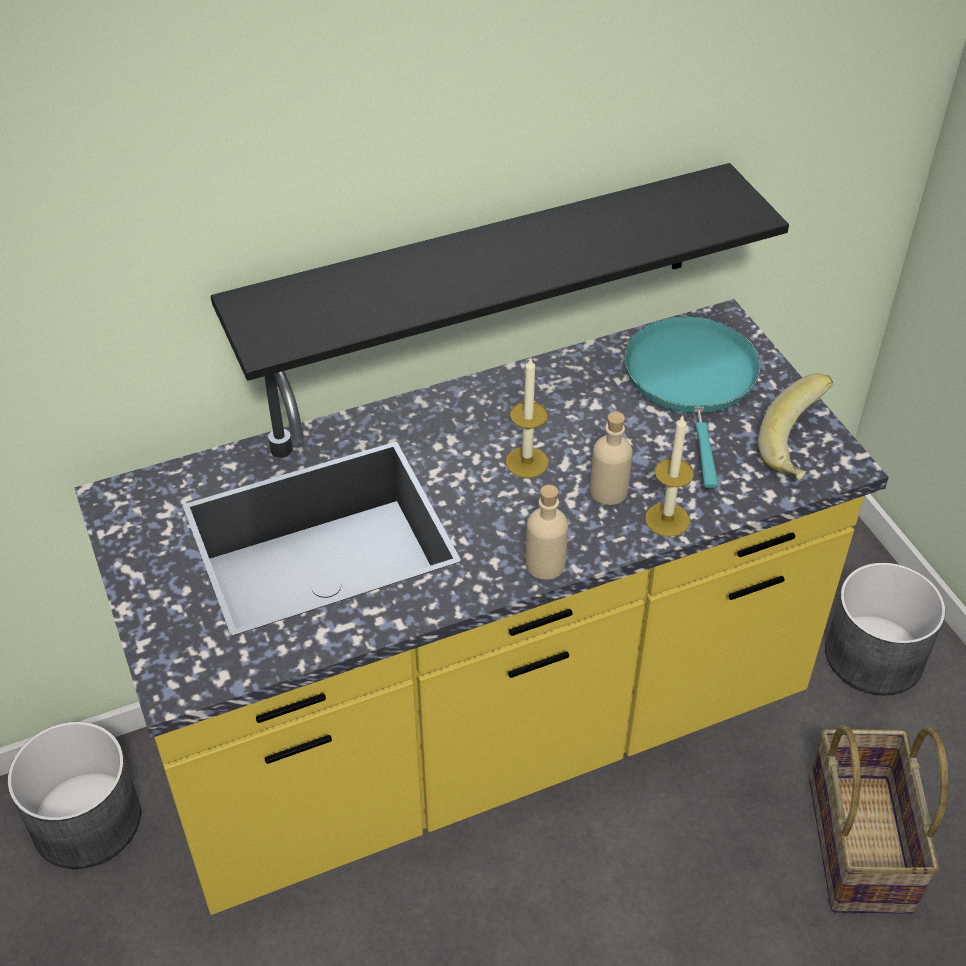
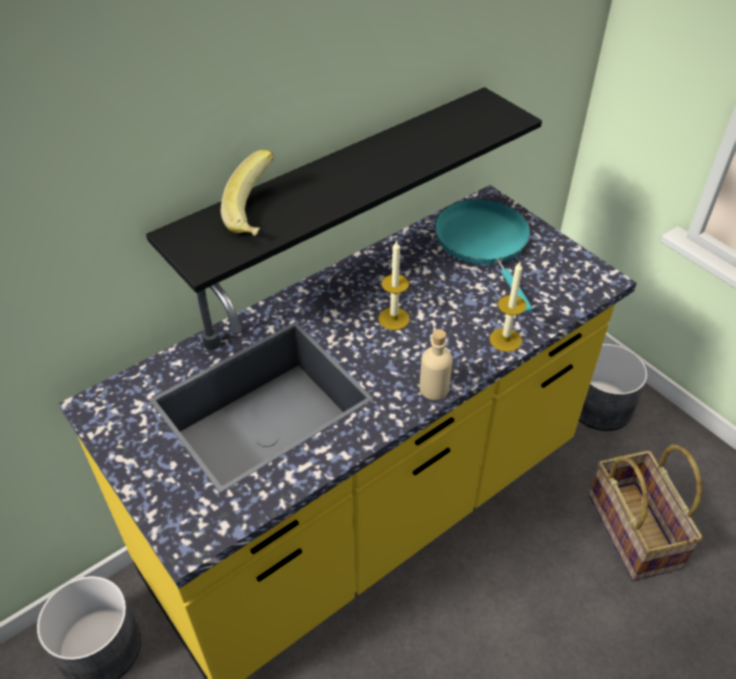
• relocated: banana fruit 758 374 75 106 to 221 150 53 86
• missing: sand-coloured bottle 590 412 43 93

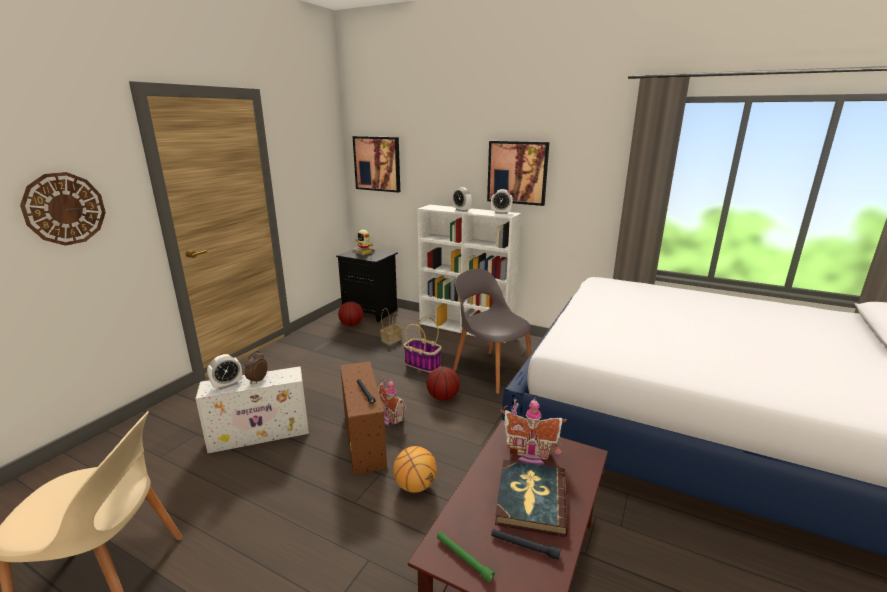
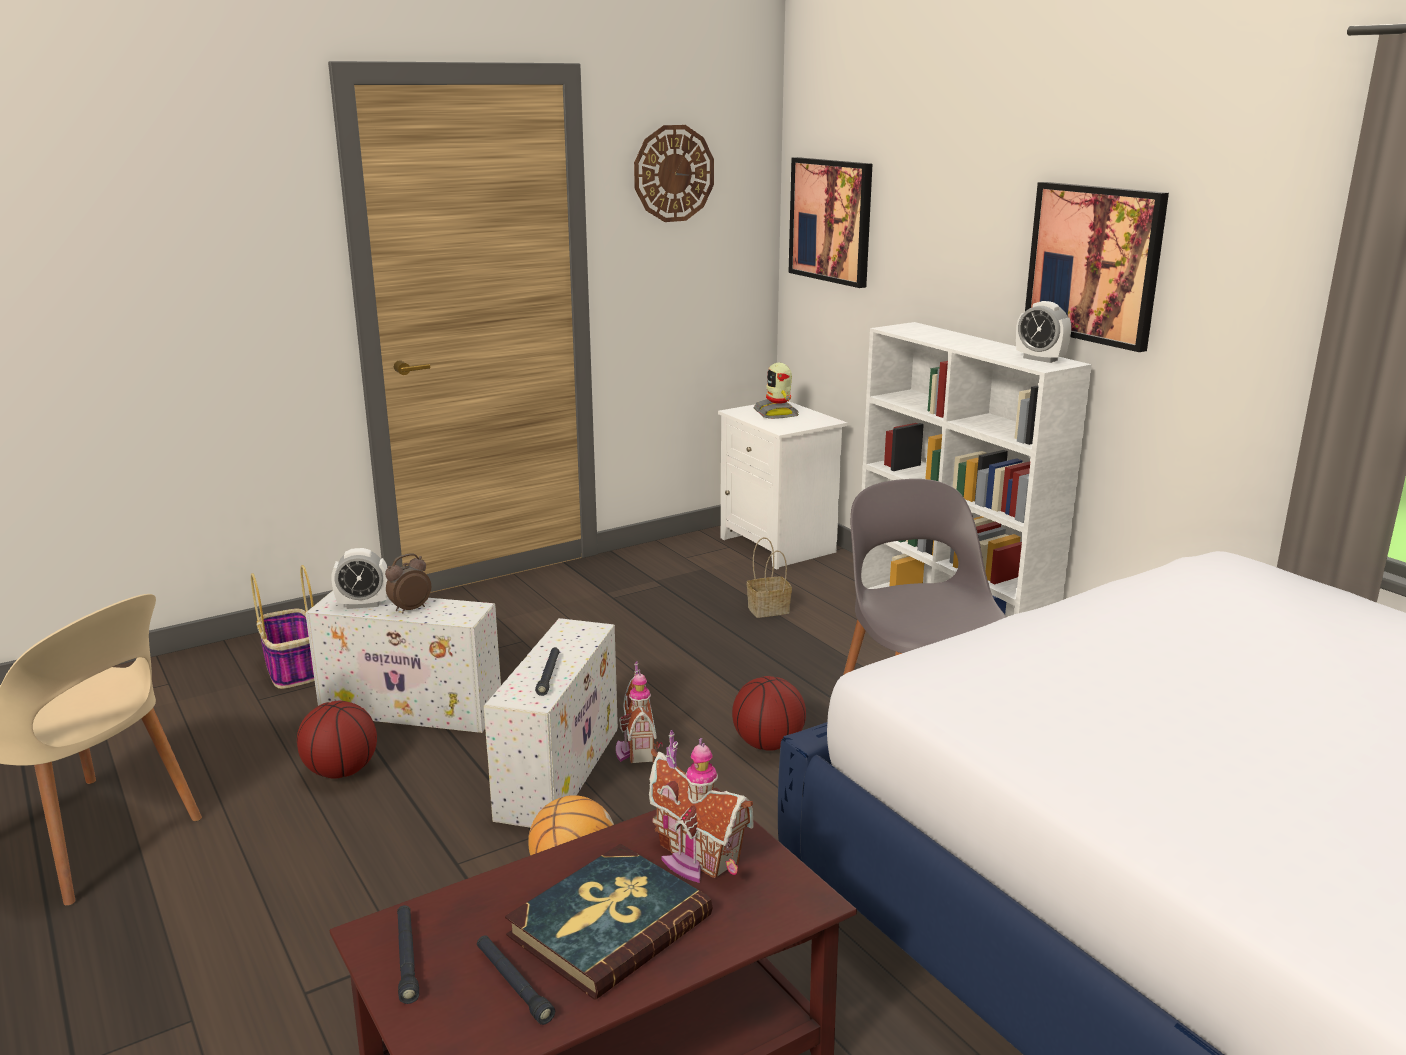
• relocated: basket 404 317 38 56 to 251 565 64 124
• relocated: basketball 338 302 25 24 to 297 701 80 78
• colour: green-coloured torch 437 532 58 51 to black torch 397 905 22 99
• colour: brown-coloured storage box 340 361 47 114 to white storage box 484 618 134 210
• relocated: hanging clock 20 172 86 74 to 634 125 80 97
• colour: black bedside table 336 248 62 74 to white bedside table 718 401 129 169
• missing: bedside clock 453 187 19 25

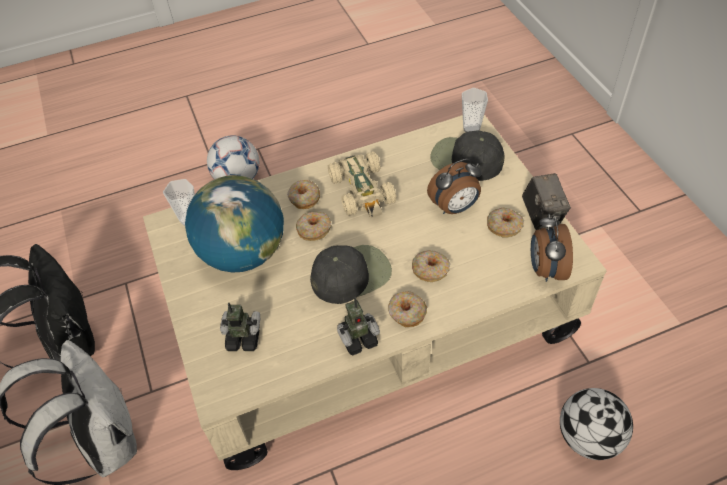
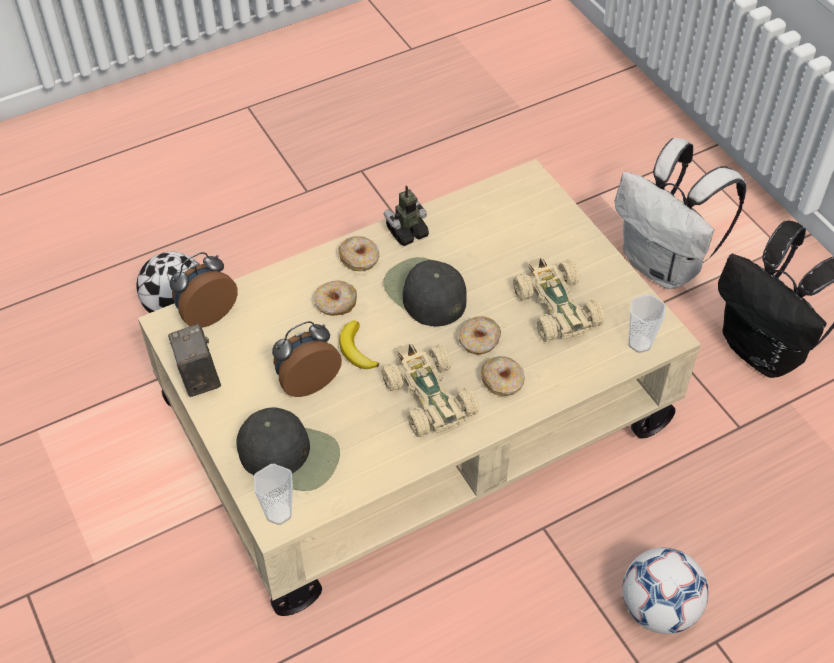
• spun: bedside clock 531 214 42 68 = 170 252 68 76 120 degrees counterclockwise
• appeared: banana fruit 339 320 40 49
• spun: black cap 310 245 82 59 = 383 257 84 69 90 degrees clockwise
• exchanged: desk globe 185 175 99 97 to sand-coloured model car 513 258 92 84
• missing: model robot 220 303 40 48
• missing: donut 487 207 37 31

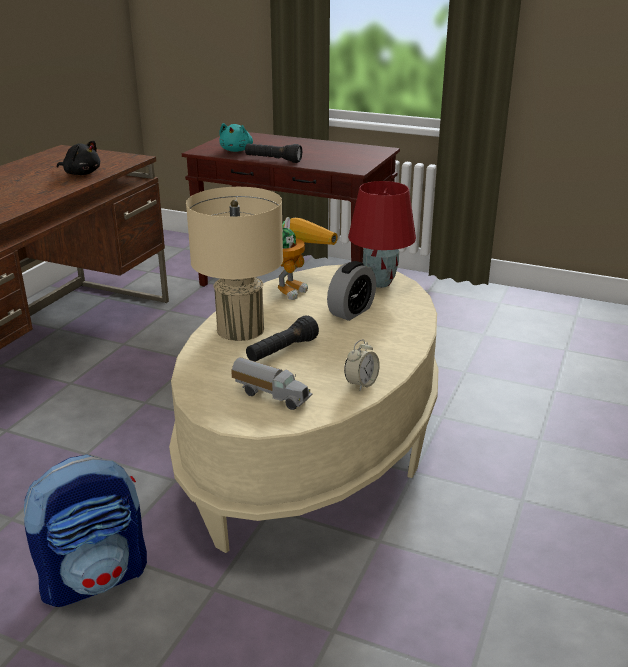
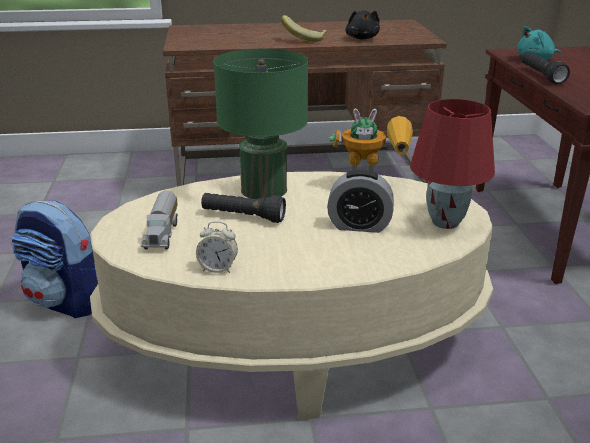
• colour: sand-coloured tabletop lamp 186 187 97 154 to green-coloured tabletop lamp 213 49 95 150
• appeared: banana fruit 281 15 46 27

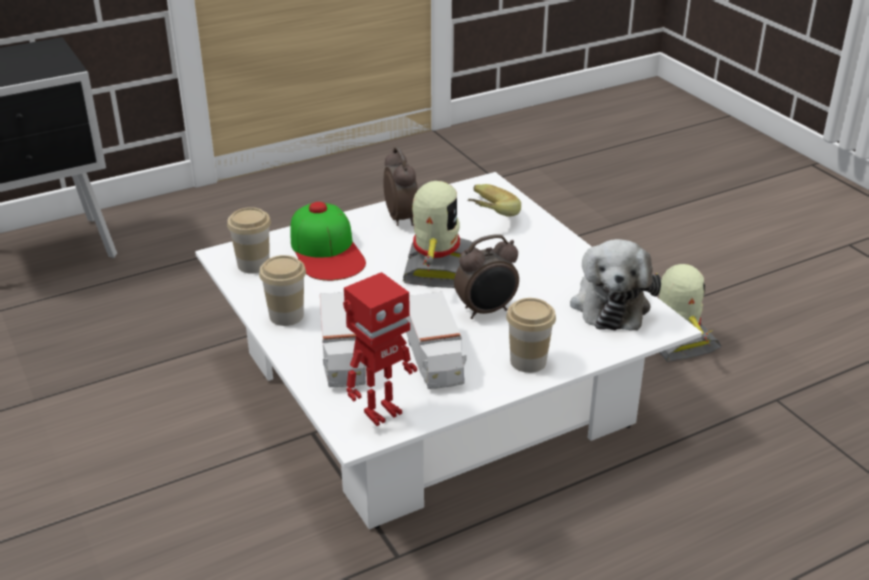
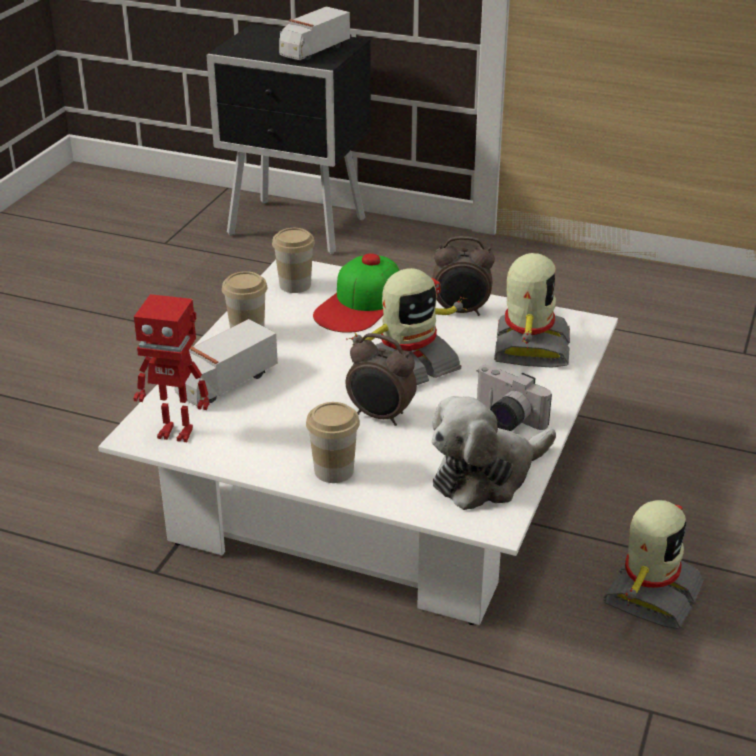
• relocated: toy truck 405 292 62 97 to 279 6 71 54
• spun: bedside clock 383 147 35 79 = 432 236 63 80 60 degrees clockwise
• appeared: still camera 477 365 75 66
• exchanged: banana fruit 467 184 54 33 to model robot 494 253 76 115

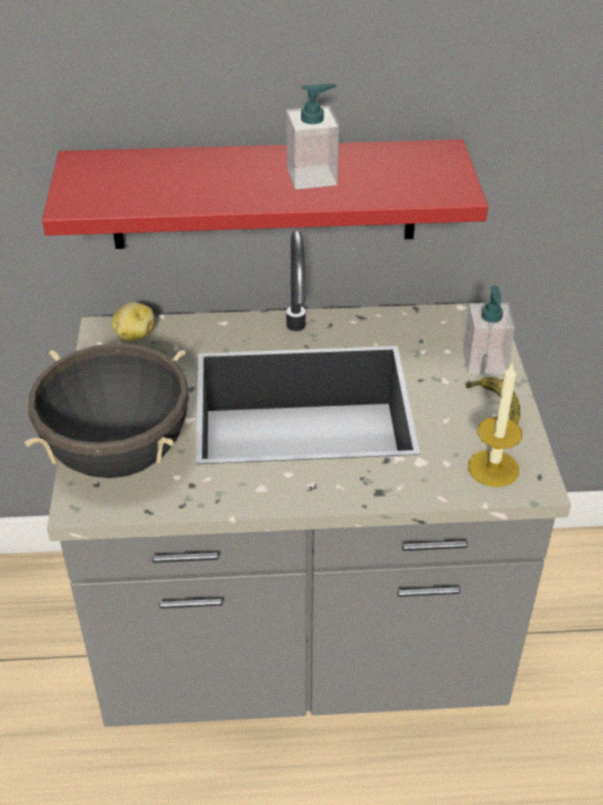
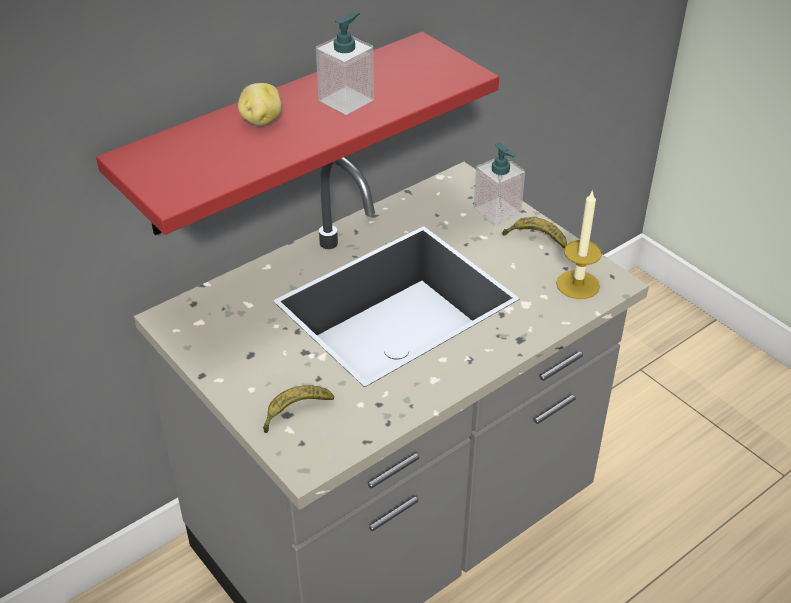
• relocated: spud 111 302 43 39 to 238 83 44 43
• exchanged: black cooking pot 24 343 165 135 to banana fruit 263 385 71 48

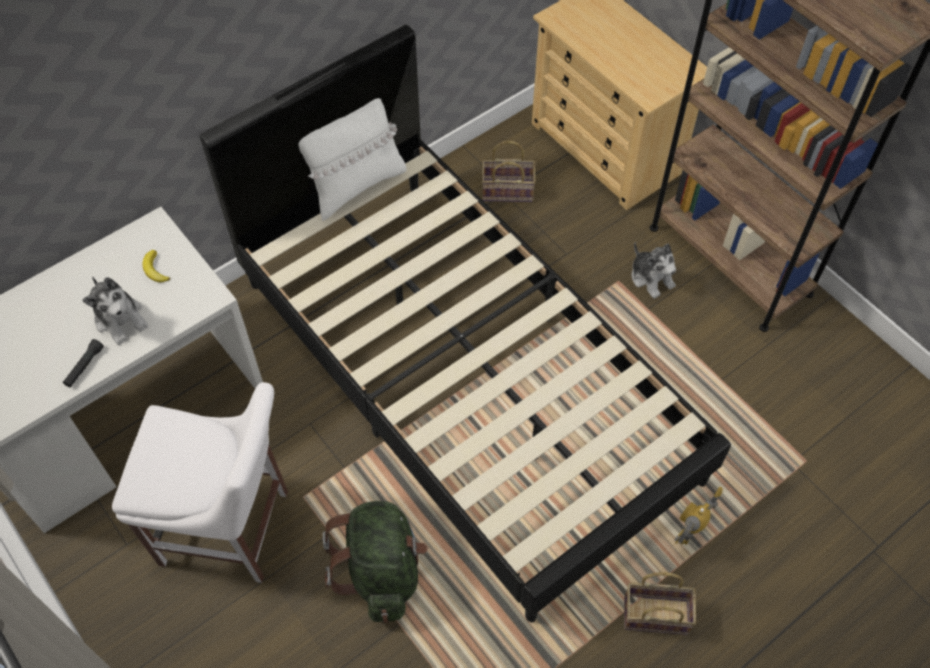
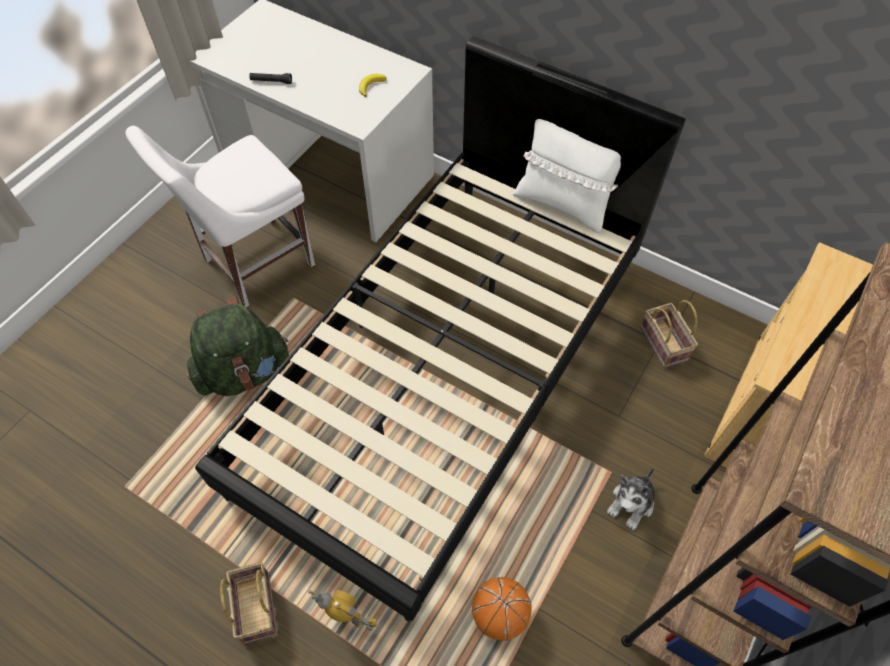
• spun: white chair 112 382 176 201 = 125 126 190 181 60 degrees clockwise
• appeared: basketball 472 577 60 64
• missing: plush toy 82 276 66 69

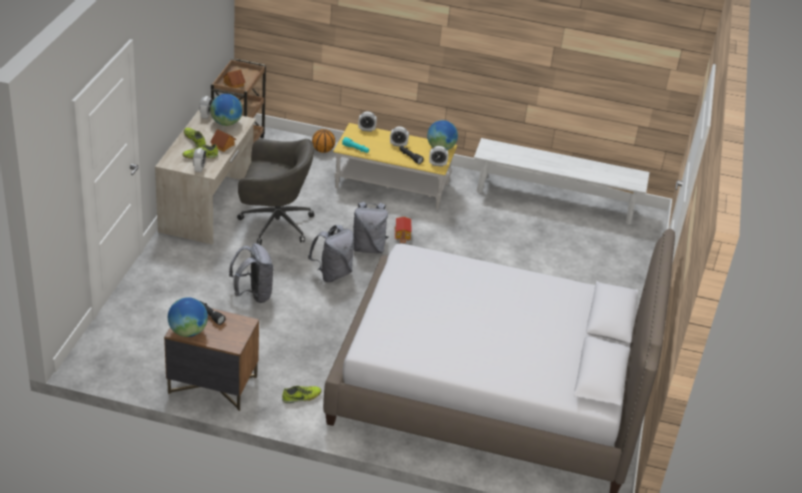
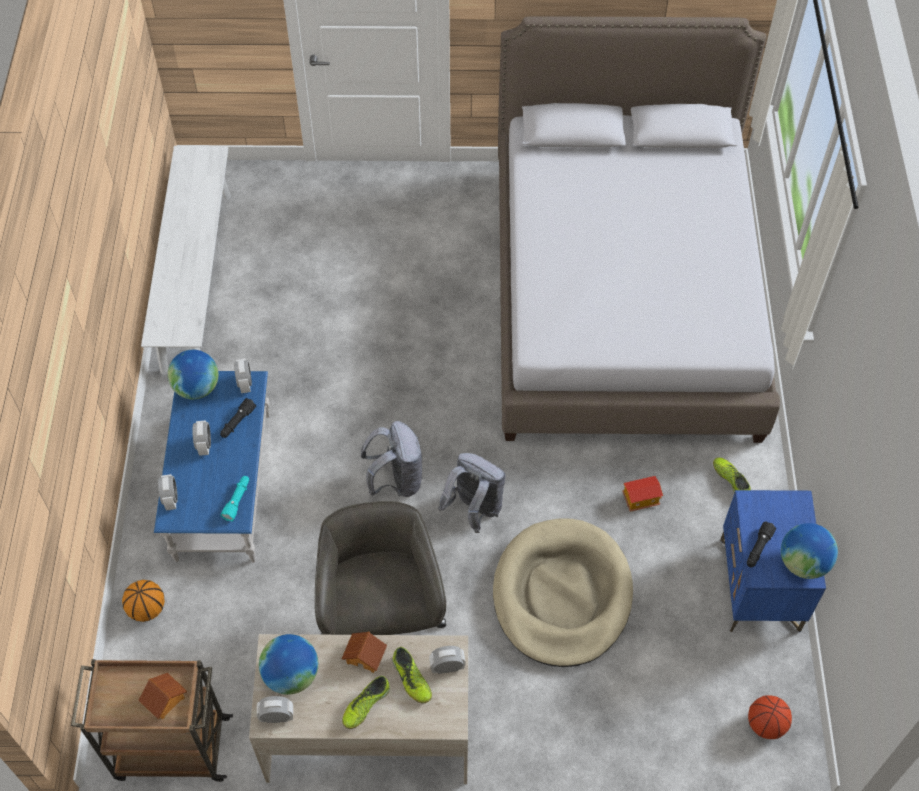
• colour: yellow lounge table 333 123 124 87 to bluish lounge table 154 371 116 192
• exchanged: grey backpack 229 243 45 60 to sand-coloured pet bed 493 518 140 149
• relocated: miniature house 395 217 17 26 to 622 476 41 36
• colour: brown-coloured bedside table 164 308 95 103 to bluish bedside table 720 490 106 143
• appeared: basketball 748 695 44 44

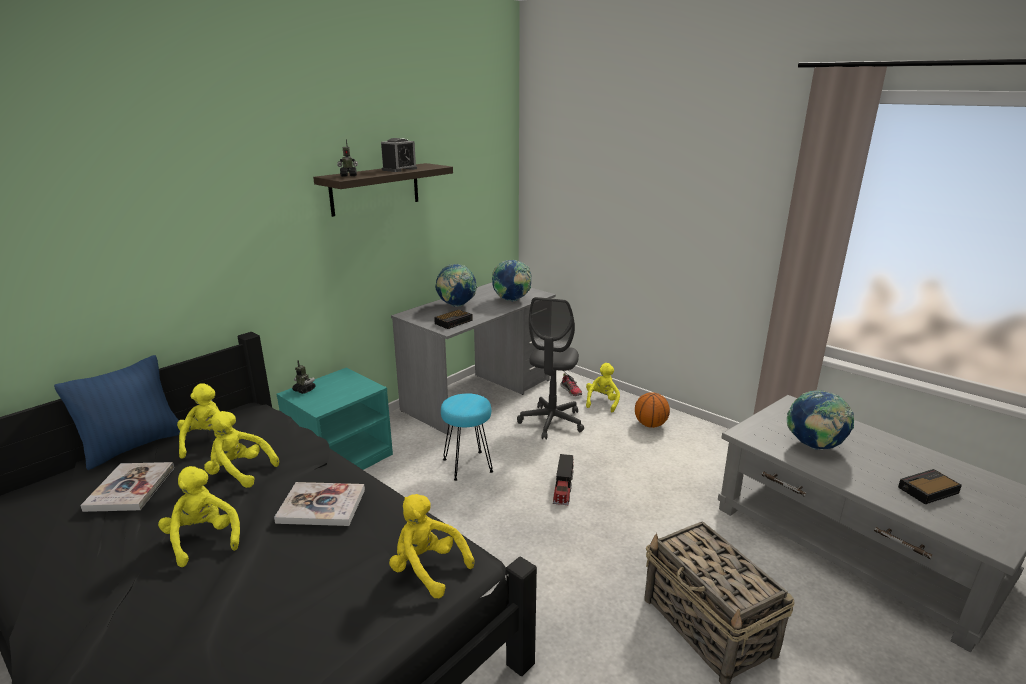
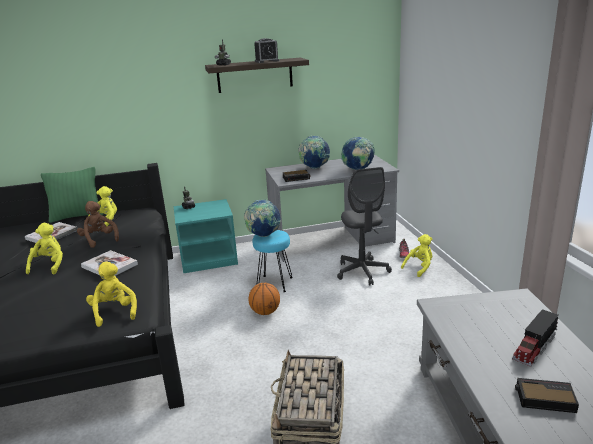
• colour: bluish cushion 54 355 126 115 to green-coloured cushion 41 167 62 56
• colour: yellow plush toy 204 411 75 77 to brown-coloured plush toy 77 201 42 47
• relocated: desk globe 787 390 67 60 to 244 200 37 37
• relocated: basketball 635 392 35 36 to 248 283 32 32
• spun: grey desk chair 517 297 67 143 = 337 167 55 119 60 degrees counterclockwise
• relocated: toy truck 553 454 21 51 to 512 309 46 58

